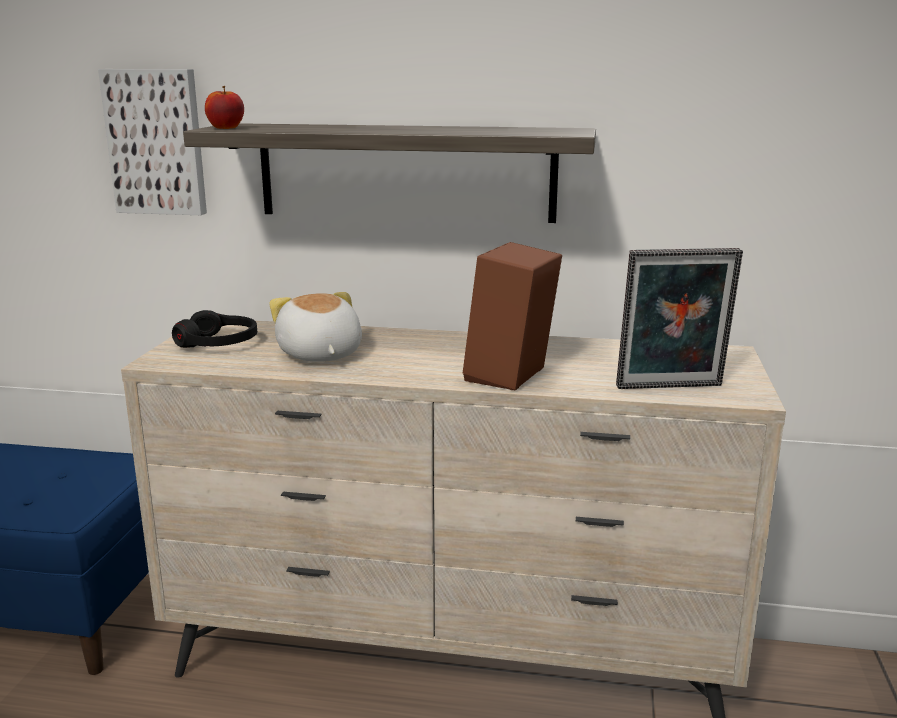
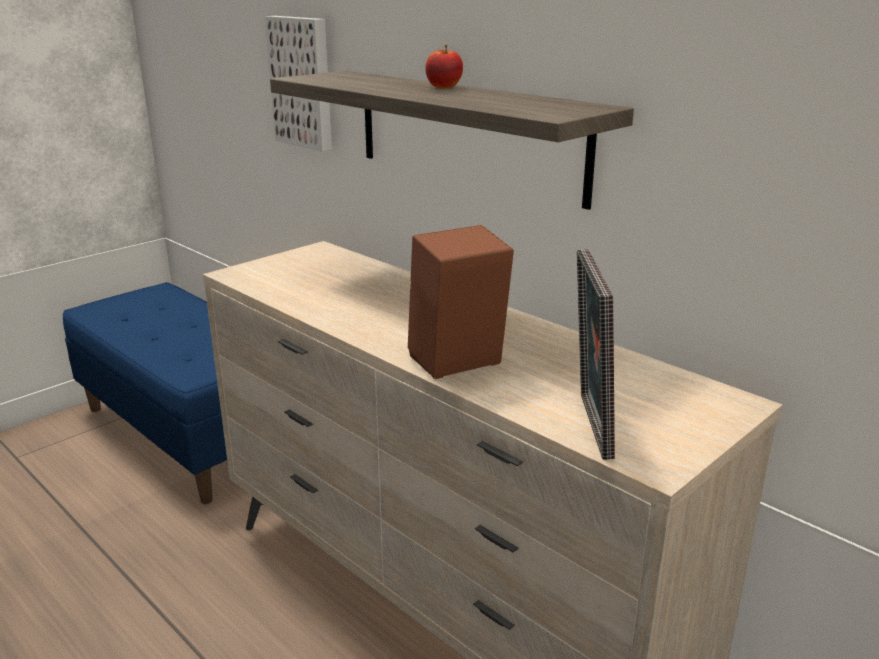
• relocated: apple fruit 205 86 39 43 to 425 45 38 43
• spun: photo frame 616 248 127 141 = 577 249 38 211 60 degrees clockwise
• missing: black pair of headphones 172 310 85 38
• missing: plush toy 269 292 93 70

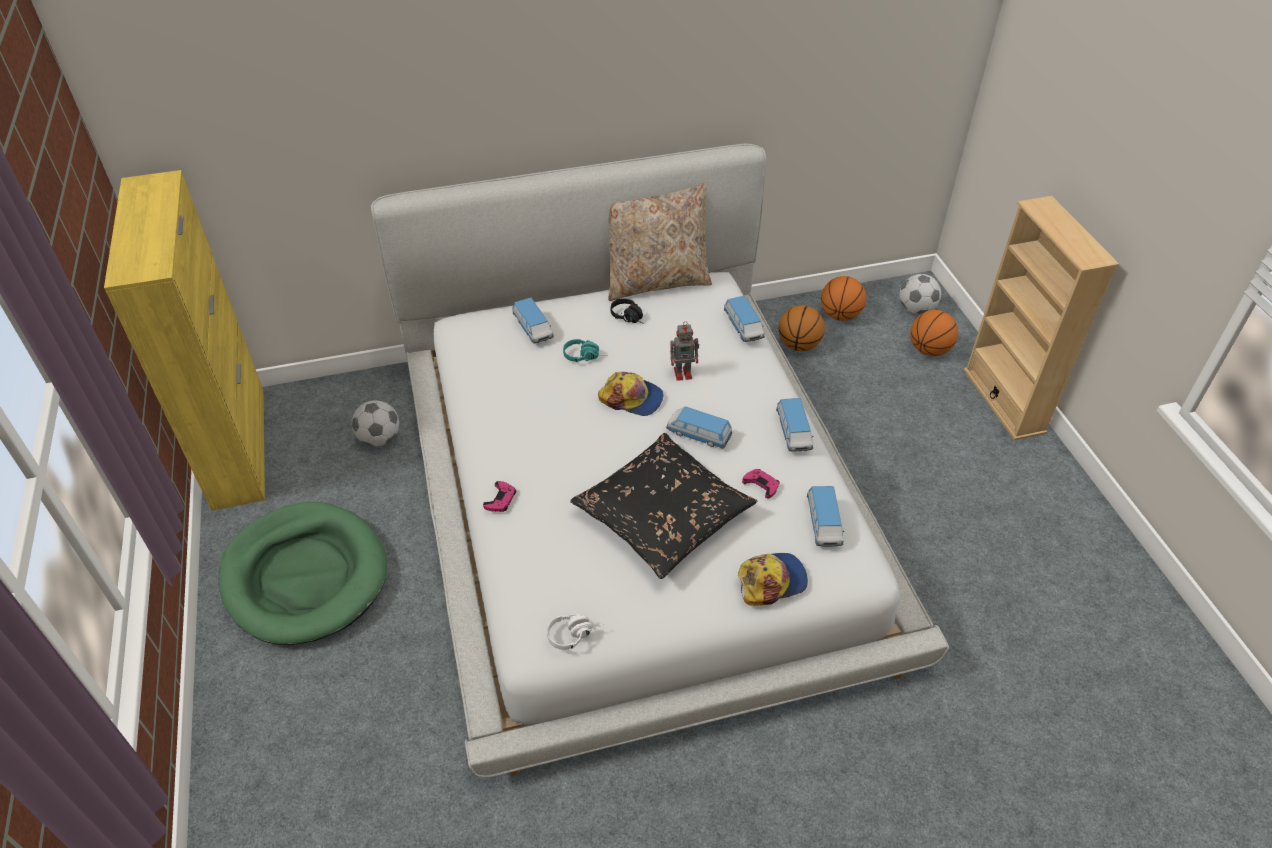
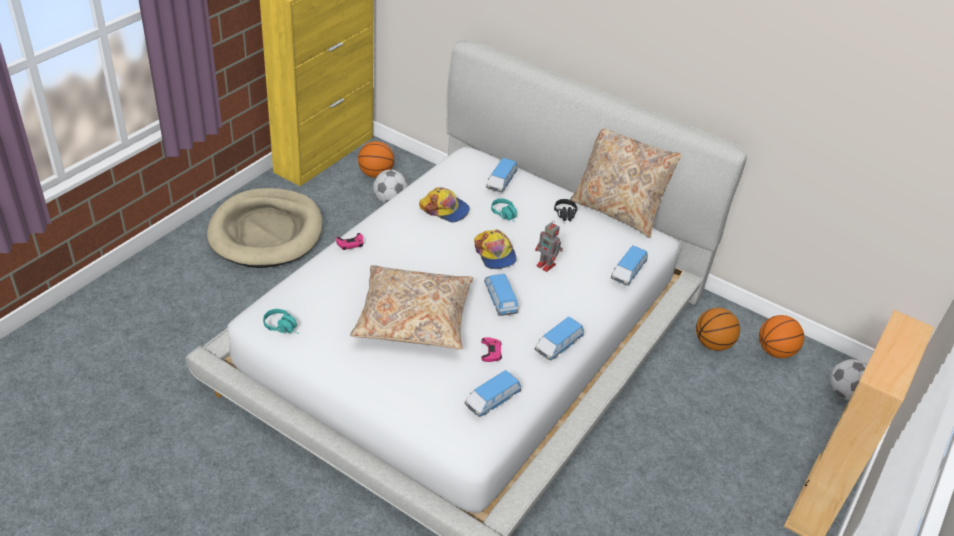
• colour: green-coloured pet bed 219 502 168 143 to sand-coloured pet bed 207 188 116 80
• colour: white pair of headphones 547 614 58 36 to turquoise pair of headphones 263 309 36 25
• colour: black cushion 570 433 187 146 to sand-coloured cushion 350 265 123 84
• relocated: basketball 910 310 48 46 to 358 141 36 37
• relocated: cap 738 553 70 53 to 419 187 51 35

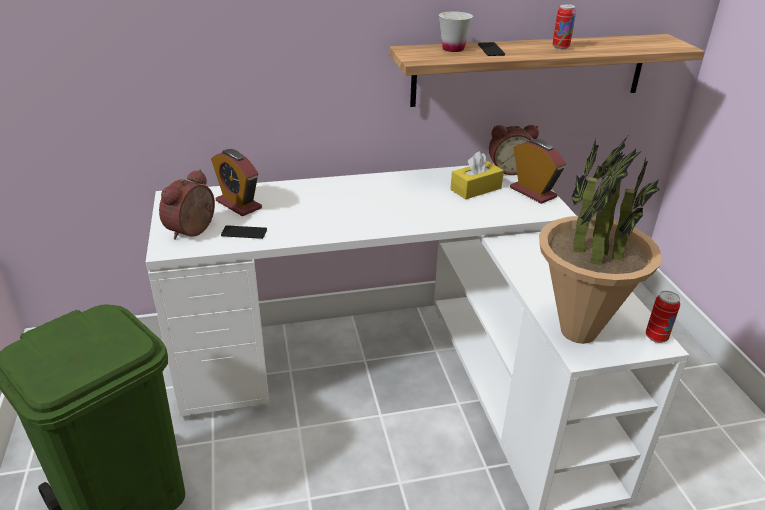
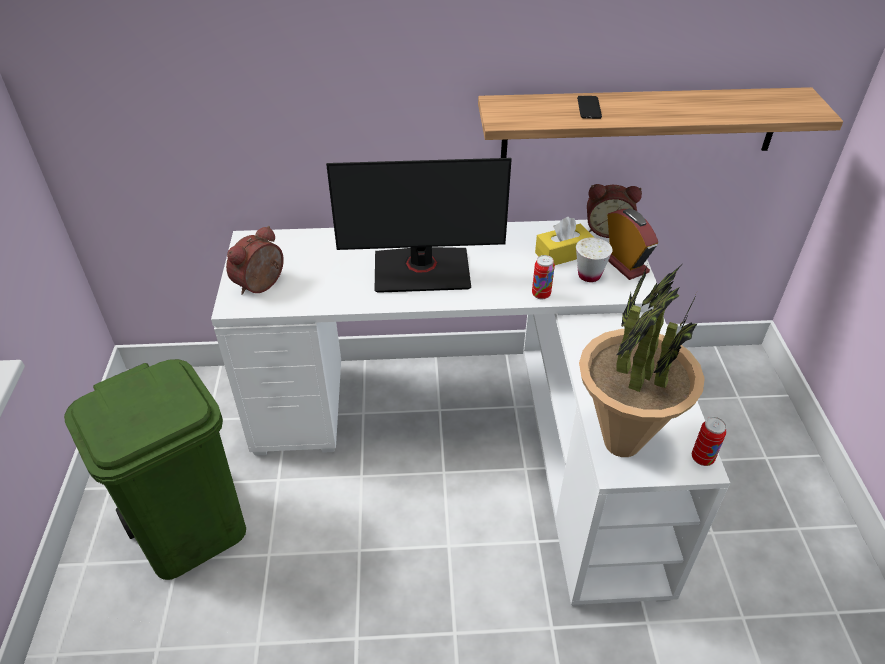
• appeared: computer screen 326 158 186 135
• relocated: metal can 552 4 24 45 to 532 255 23 44
• relocated: white cup 439 12 34 40 to 576 238 36 44
• missing: bedside clock 211 149 51 67
• missing: handset 221 225 46 14

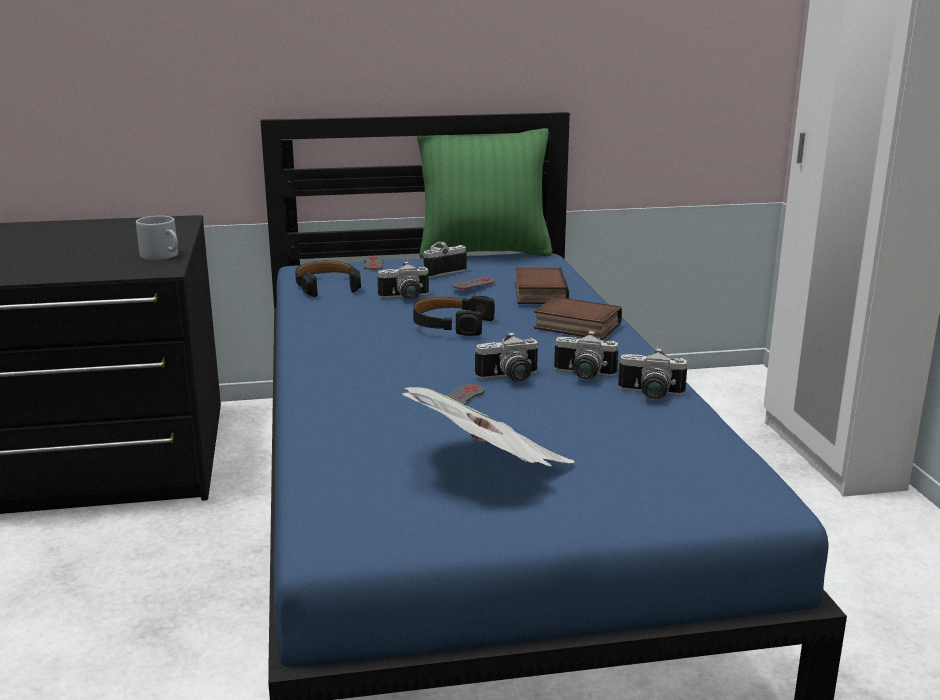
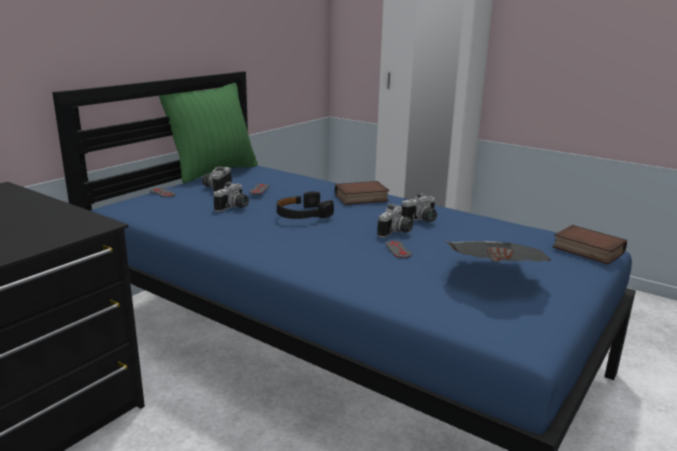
• relocated: book 515 268 54 36 to 552 225 75 40
• missing: grey coffee mug 136 216 42 44
• missing: black pair of headphones 295 260 66 37
• missing: still camera 618 347 69 53

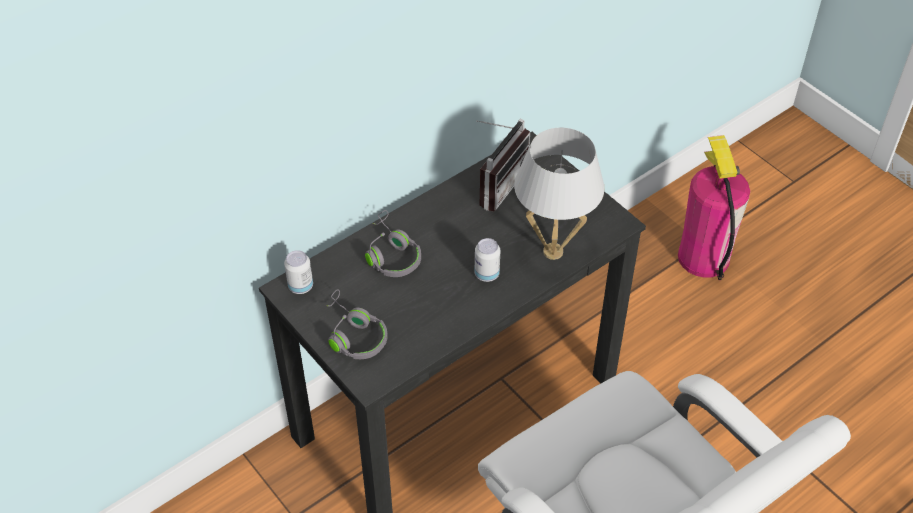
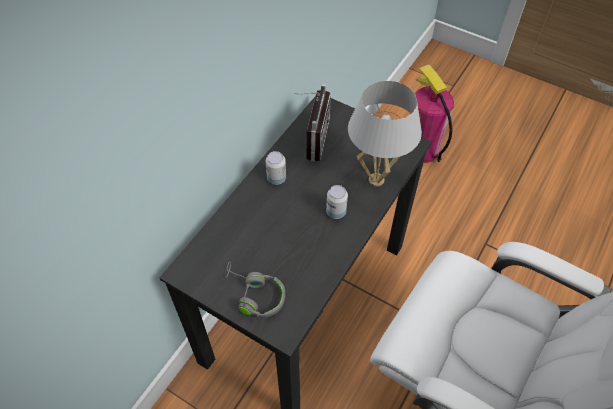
• relocated: metal can 284 250 29 44 to 266 151 20 34
• missing: grey pair of headphones 365 210 56 67

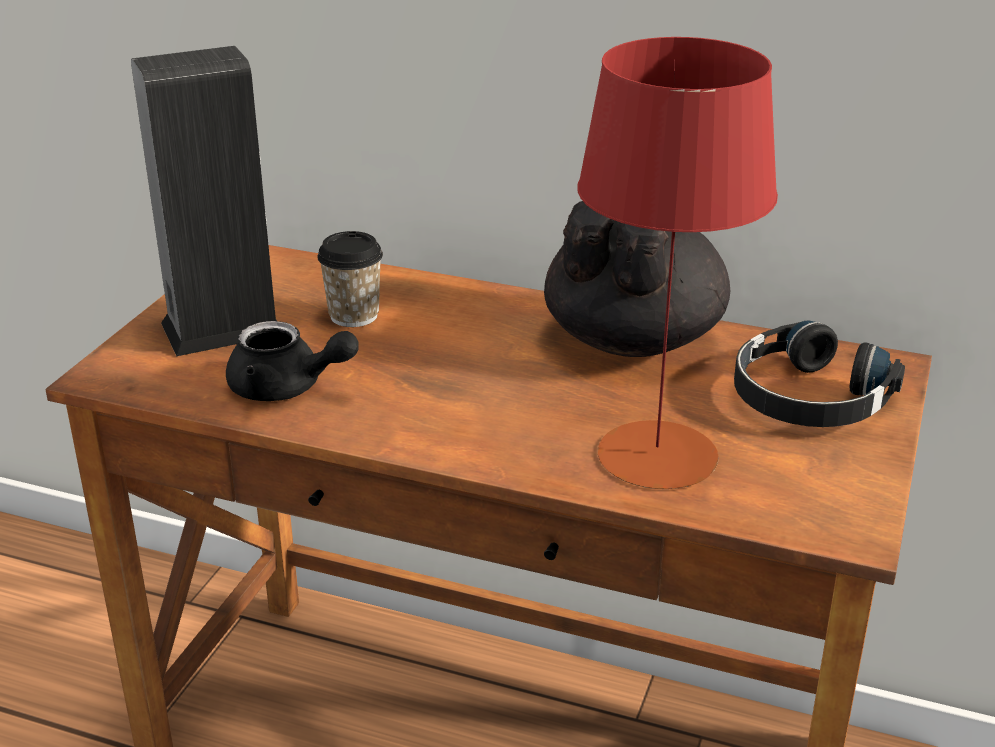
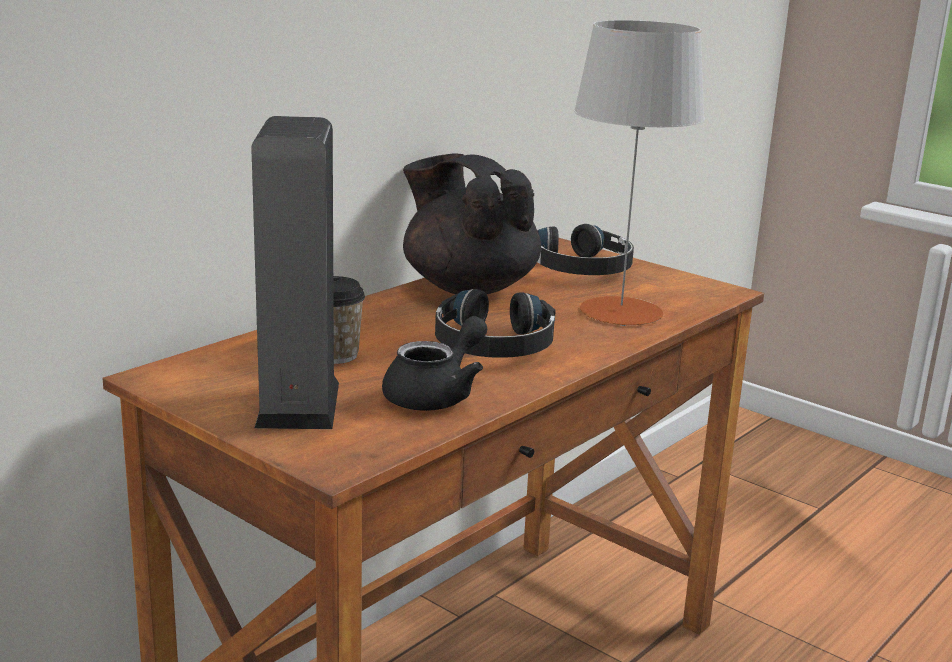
• appeared: black pair of headphones 435 289 121 69
• colour: red tabletop lamp 577 37 201 452 to grey tabletop lamp 574 20 131 306

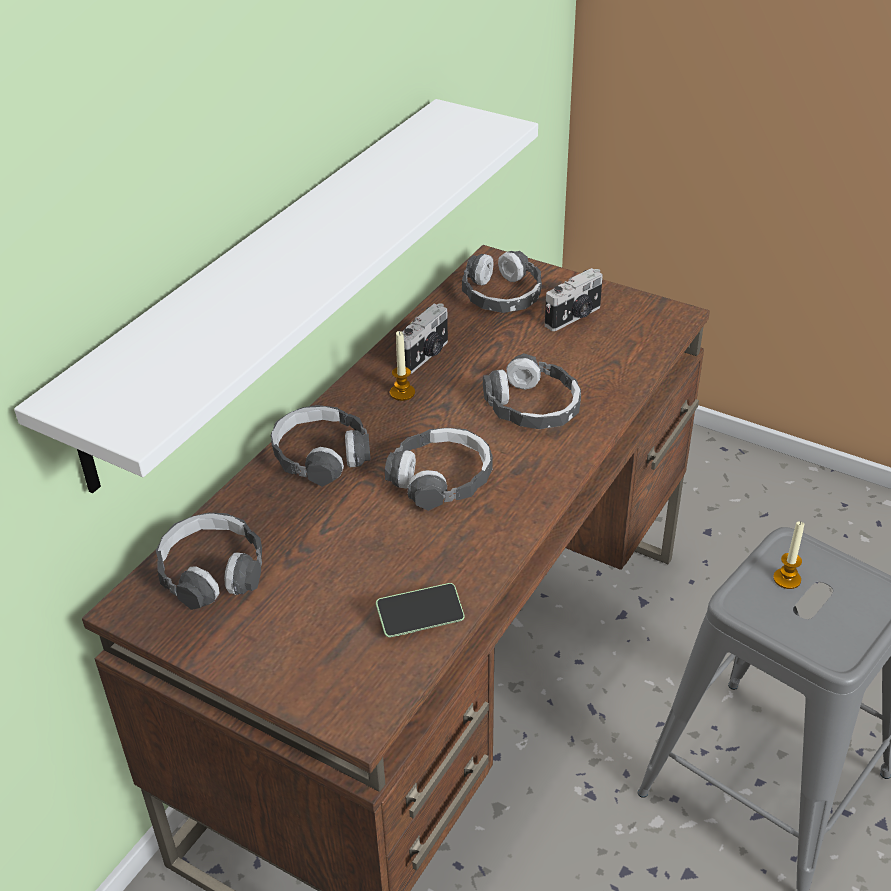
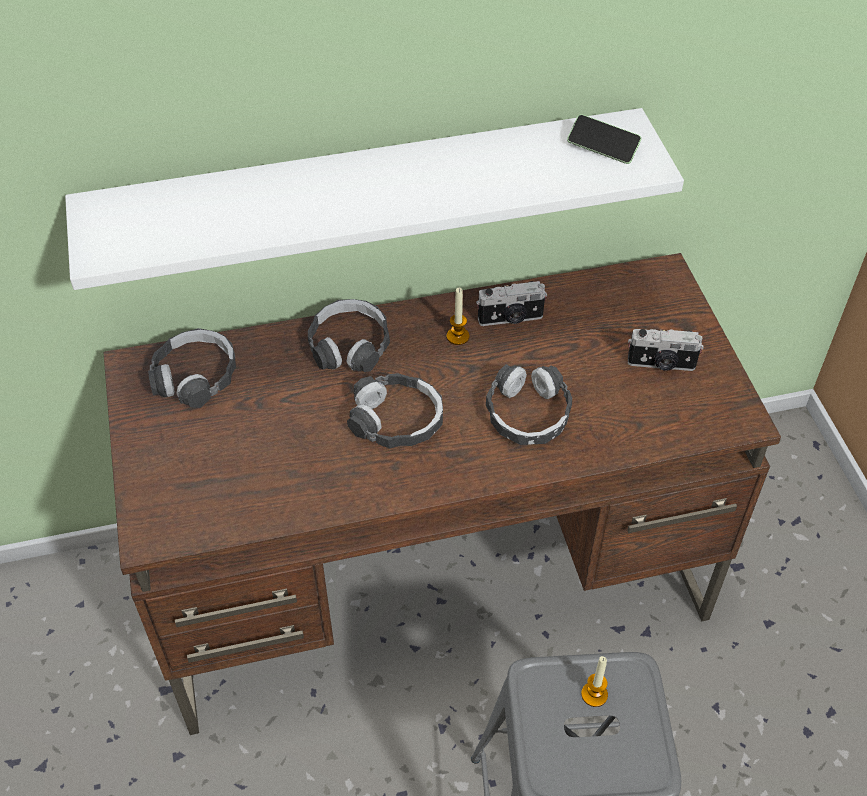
• relocated: handset 376 583 89 54 to 567 114 74 50
• missing: pair of headphones 462 251 80 62

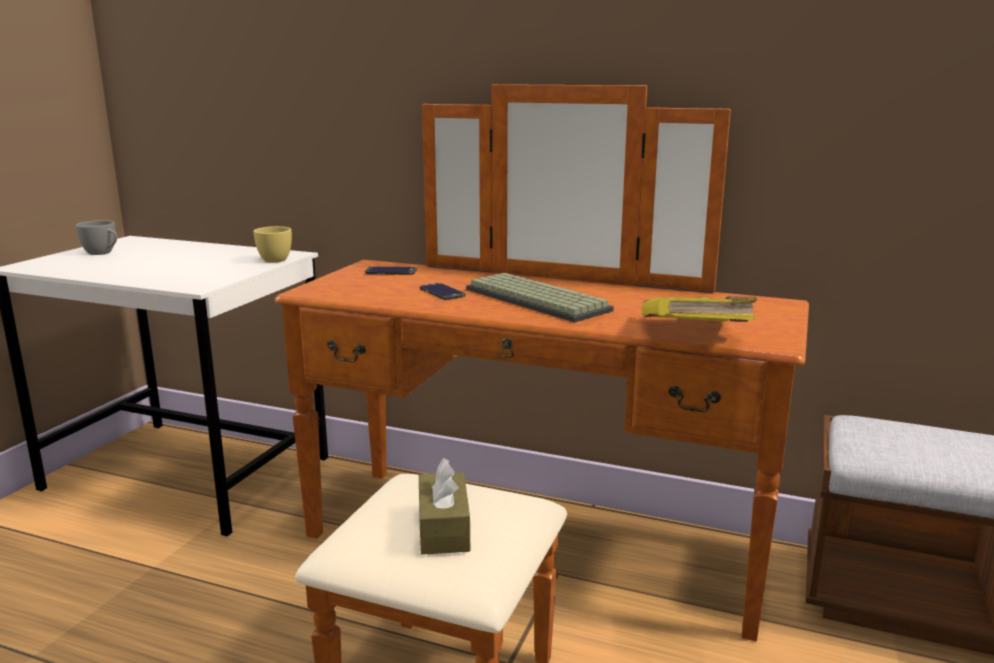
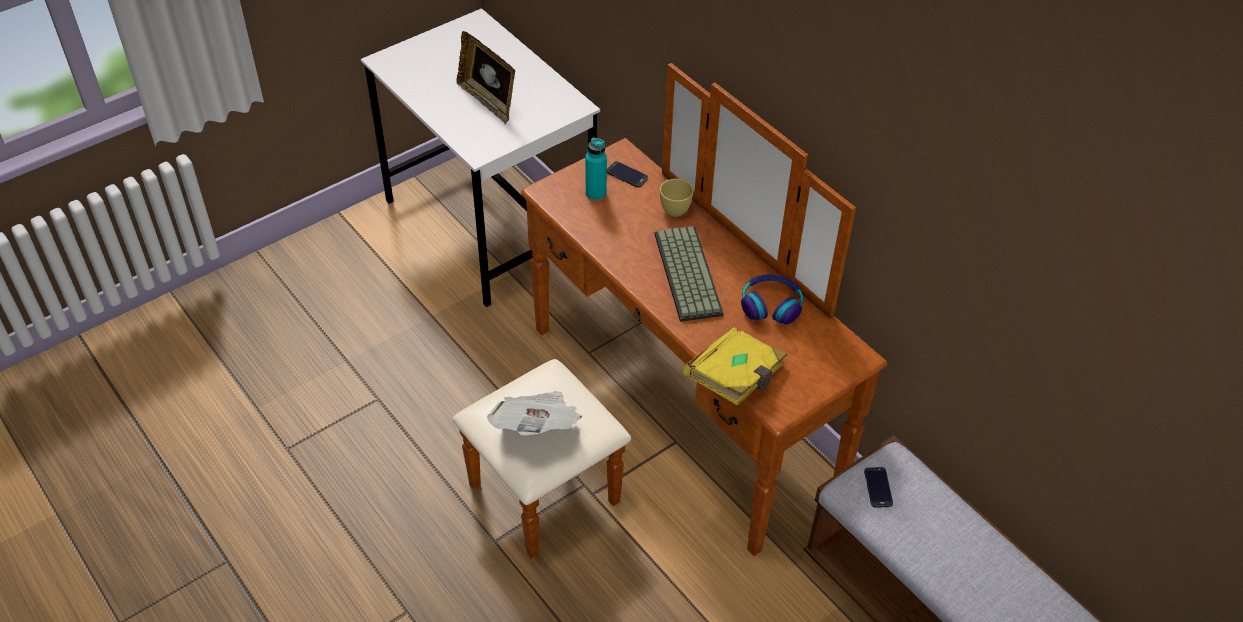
• appeared: photo frame 457 31 58 93
• exchanged: brown-coloured tissue box 419 458 51 97 to newspaper 487 391 95 44
• appeared: turquoise bottle 585 137 22 64
• relocated: yellow cup 253 226 39 37 to 660 179 33 38
• appeared: pair of headphones 741 274 62 50
• relocated: handset 420 283 46 17 to 864 467 29 41
• missing: grey cup 76 220 41 35

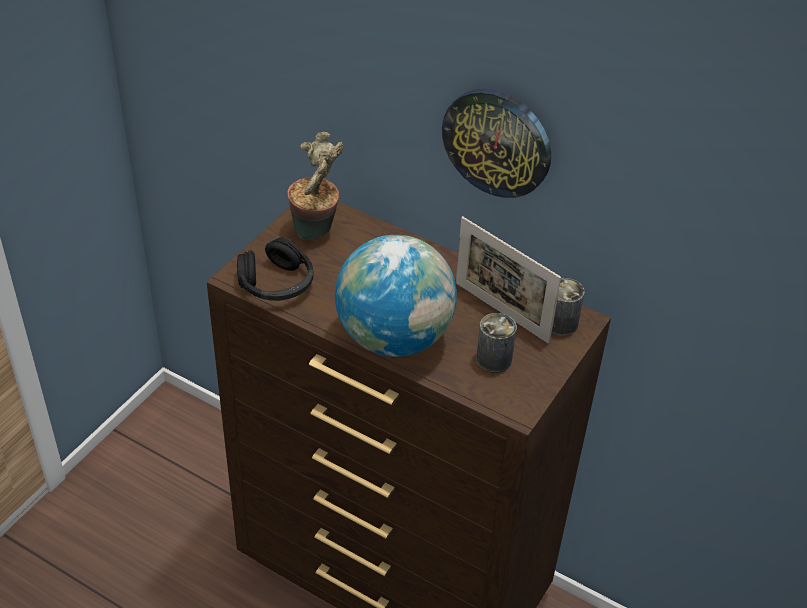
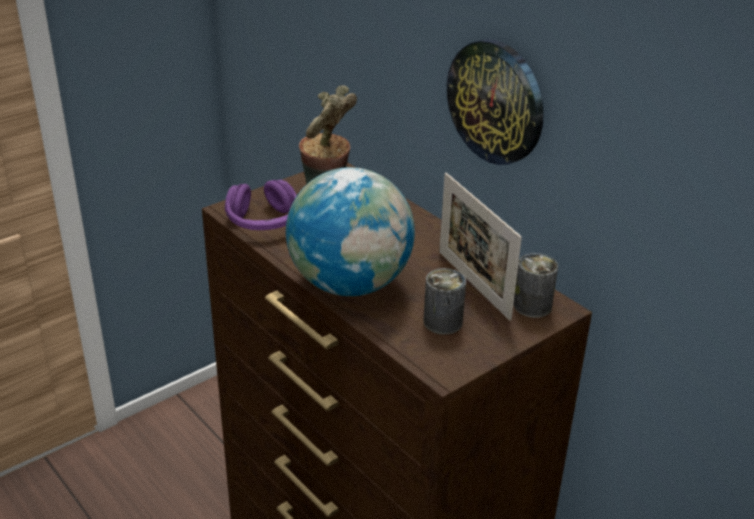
• colour: black pair of headphones 237 238 76 63 to purple-coloured pair of headphones 225 180 72 50

